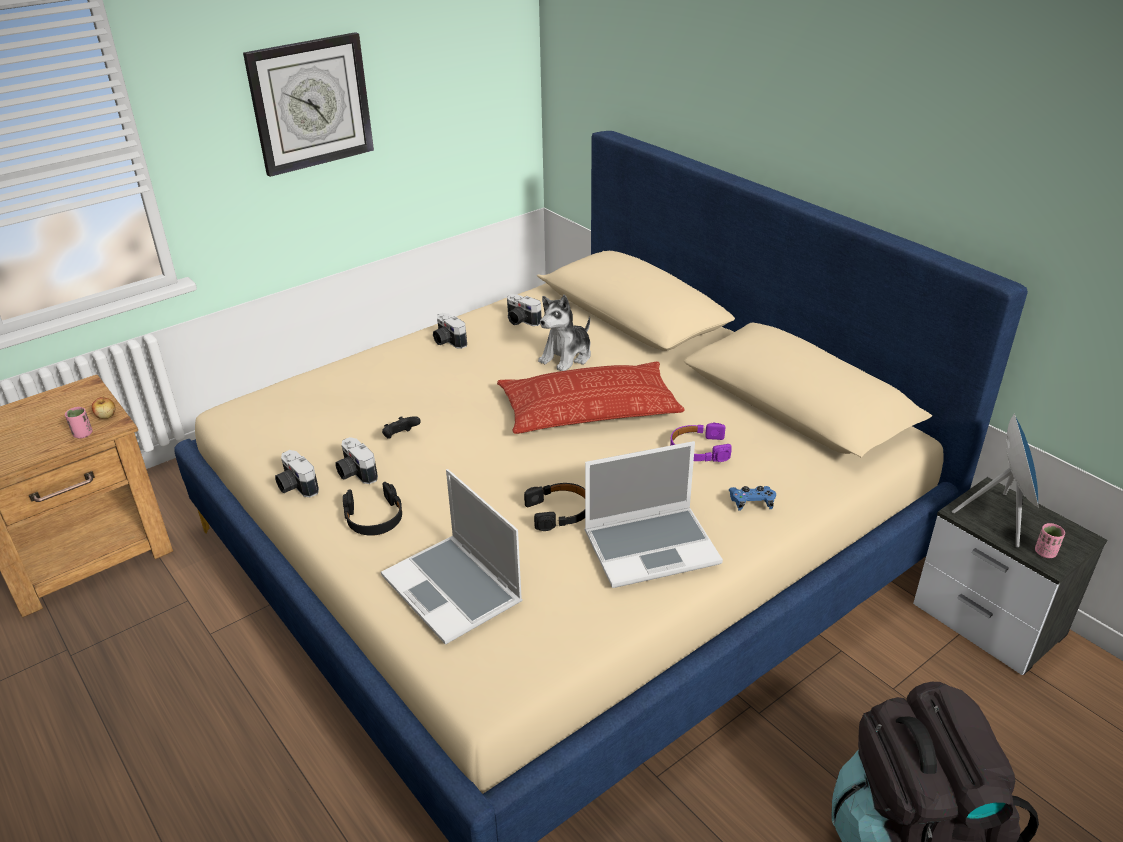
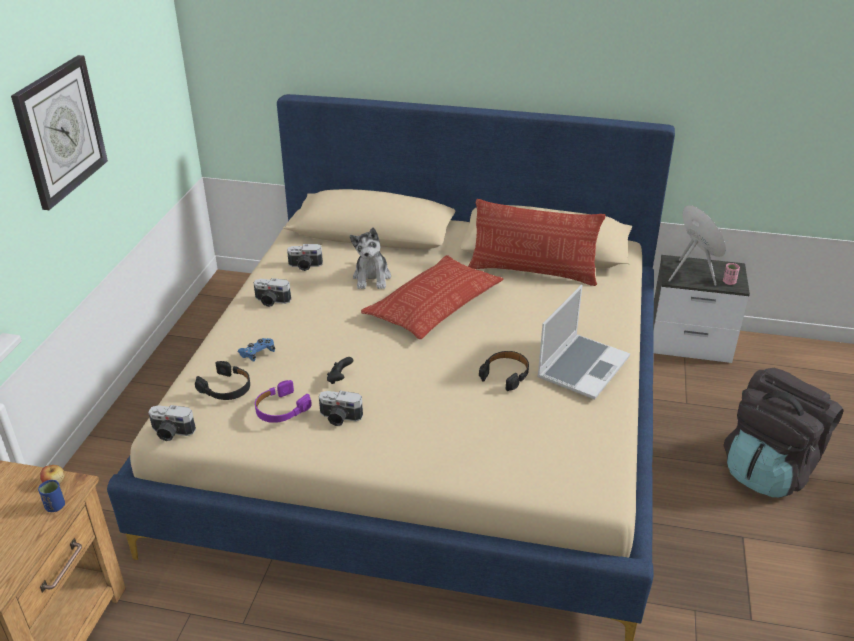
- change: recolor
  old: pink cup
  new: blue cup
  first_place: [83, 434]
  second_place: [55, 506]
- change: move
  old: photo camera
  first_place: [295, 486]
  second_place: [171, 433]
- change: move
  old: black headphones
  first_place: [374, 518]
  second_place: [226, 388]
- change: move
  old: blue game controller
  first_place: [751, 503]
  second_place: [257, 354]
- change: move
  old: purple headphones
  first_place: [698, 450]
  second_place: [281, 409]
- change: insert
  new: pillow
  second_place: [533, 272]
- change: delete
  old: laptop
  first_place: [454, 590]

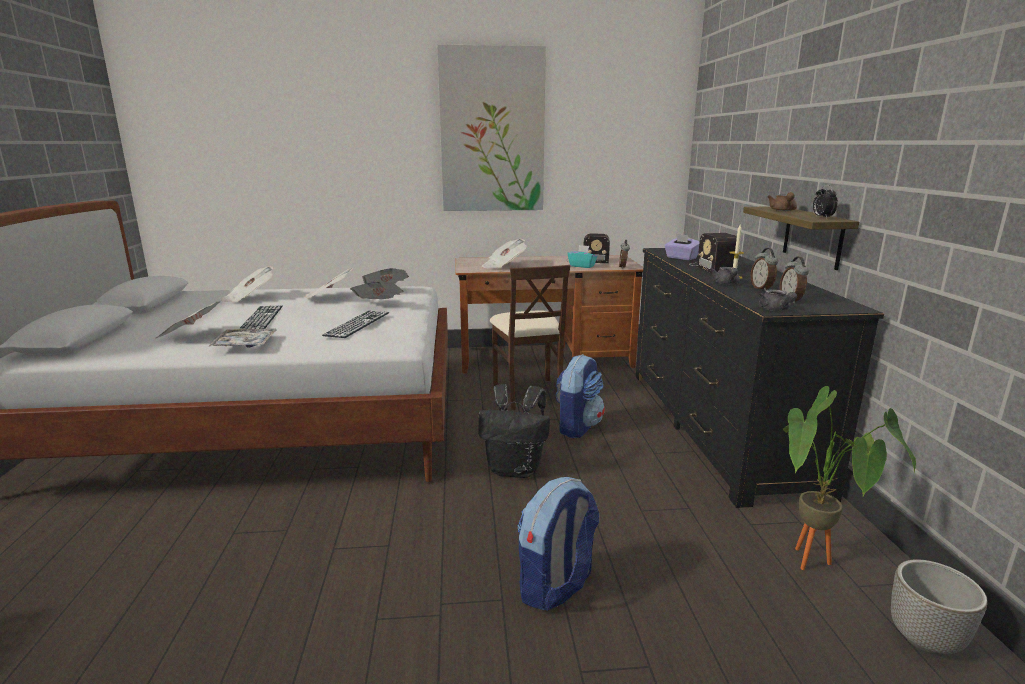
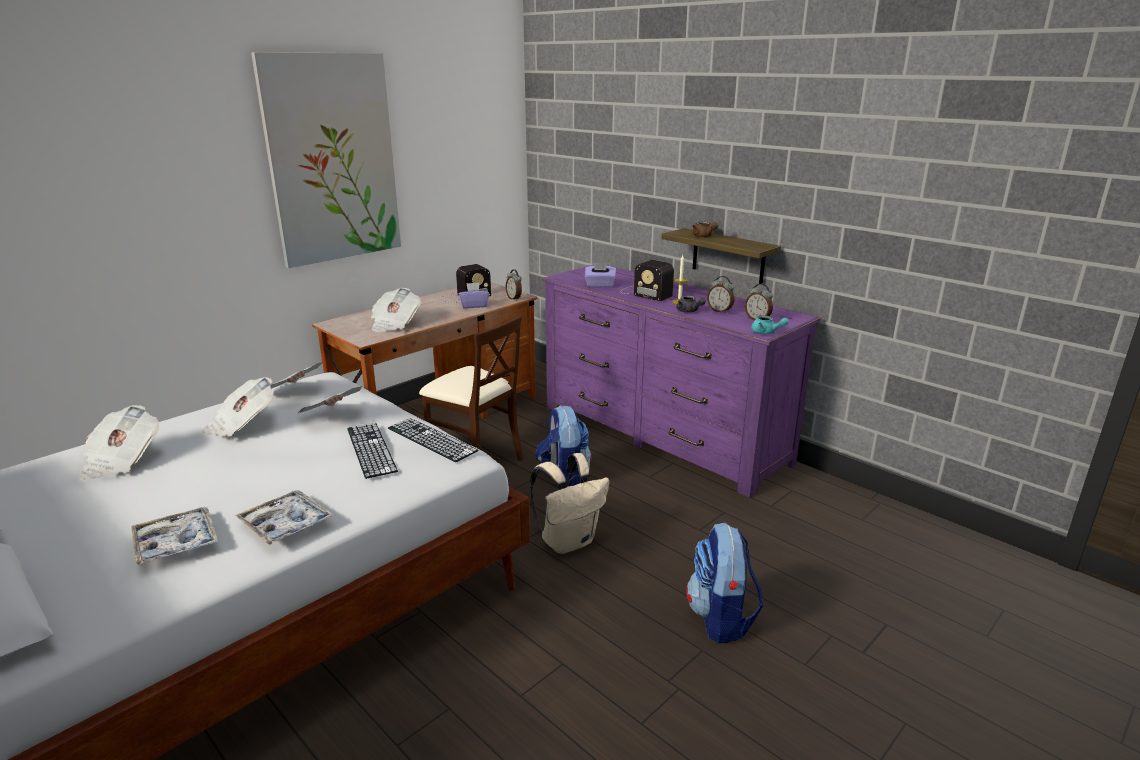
- change: replace
  old: newspaper
  new: tray
  first_place: [191, 336]
  second_place: [176, 543]
- change: move
  old: keyboard
  first_place: [262, 318]
  second_place: [431, 439]
- change: recolor
  old: turquoise tissue box
  new: purple tissue box
  first_place: [582, 266]
  second_place: [474, 305]
- change: recolor
  old: black backpack
  new: beige backpack
  first_place: [516, 469]
  second_place: [569, 541]
- change: recolor
  old: black dresser
  new: purple dresser
  first_place: [716, 426]
  second_place: [662, 434]
- change: recolor
  old: grey teapot
  new: turquoise teapot
  first_place: [775, 310]
  second_place: [766, 332]
- change: delete
  old: potted plant
  first_place: [814, 567]
- change: delete
  old: alarm clock
  first_place: [822, 217]
- change: delete
  old: planter
  first_place: [924, 638]

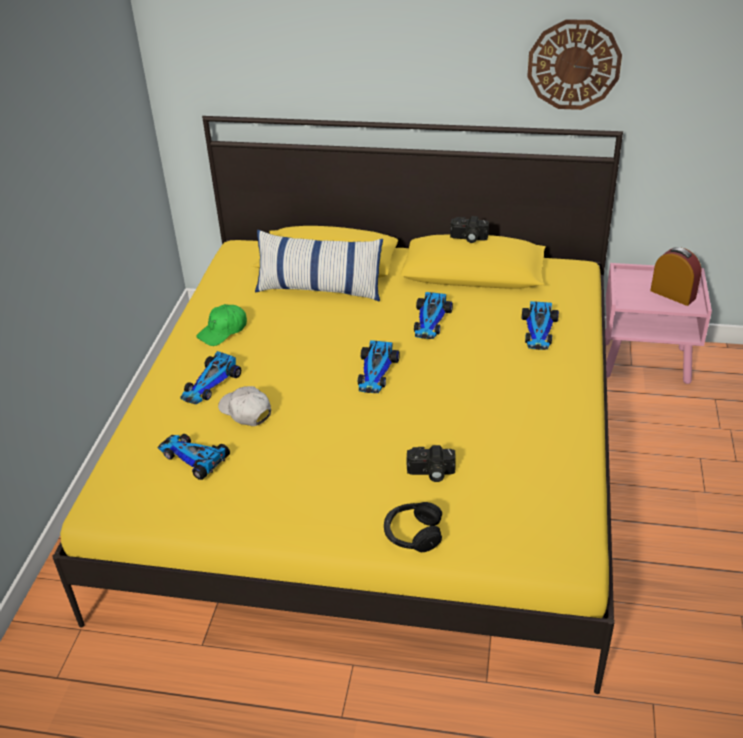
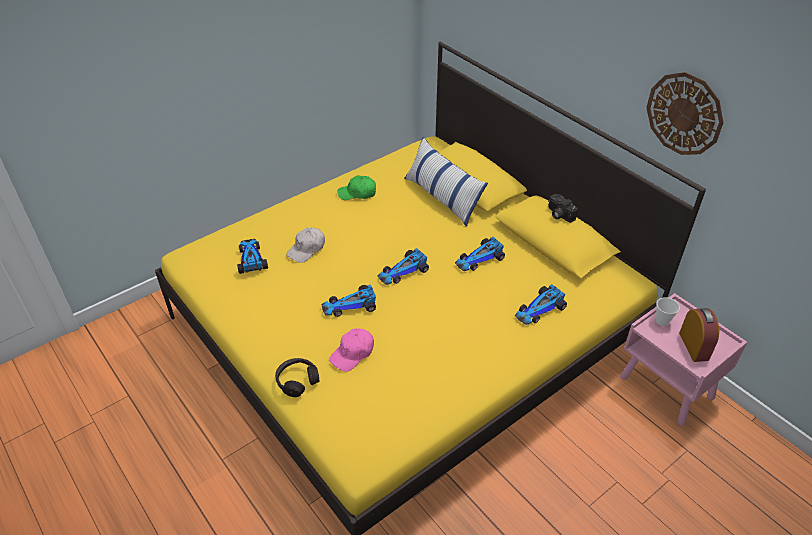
- change: rotate
  old: white cap
  first_place: [245, 411]
  second_place: [307, 249]
  degrees: -135
- change: move
  old: toy car
  first_place: [211, 384]
  second_place: [351, 306]
- change: replace
  old: photo camera
  new: pink cap
  first_place: [431, 473]
  second_place: [353, 353]
- change: insert
  new: cup
  second_place: [662, 321]

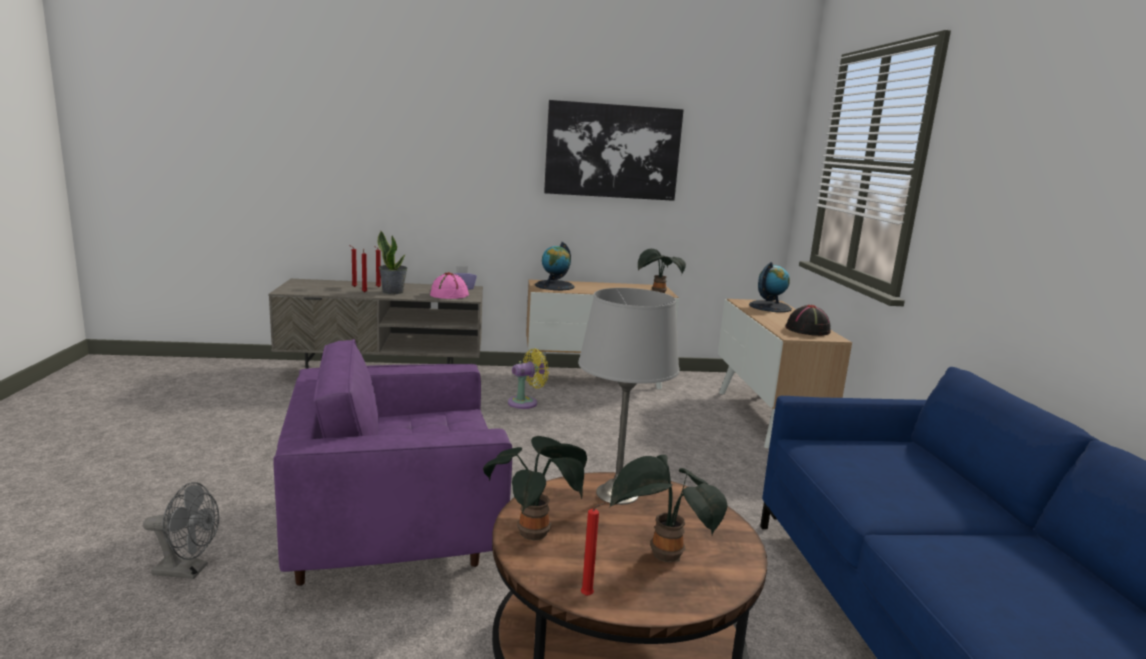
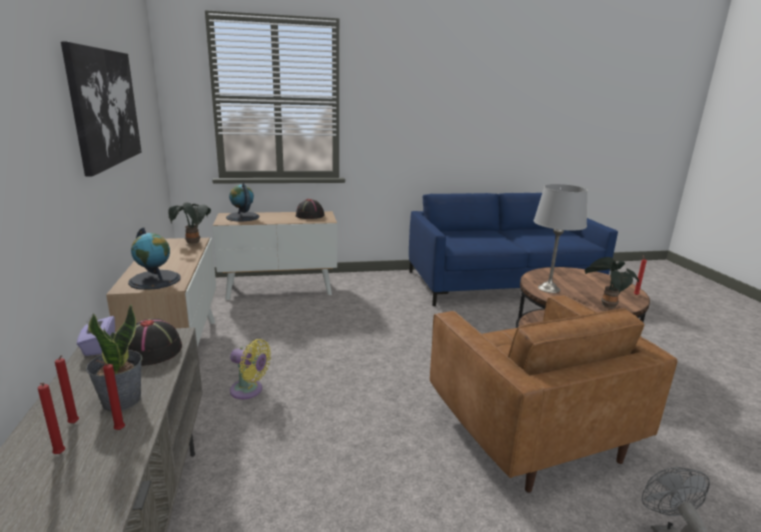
- change: recolor
  old: pink hat
  new: black hat
  first_place: [449, 295]
  second_place: [152, 350]
- change: rotate
  old: yellow fan
  first_place: [525, 402]
  second_place: [249, 390]
  degrees: 150
- change: recolor
  old: purple armchair
  new: brown armchair
  first_place: [395, 533]
  second_place: [529, 430]
- change: delete
  old: potted plant
  first_place: [662, 555]

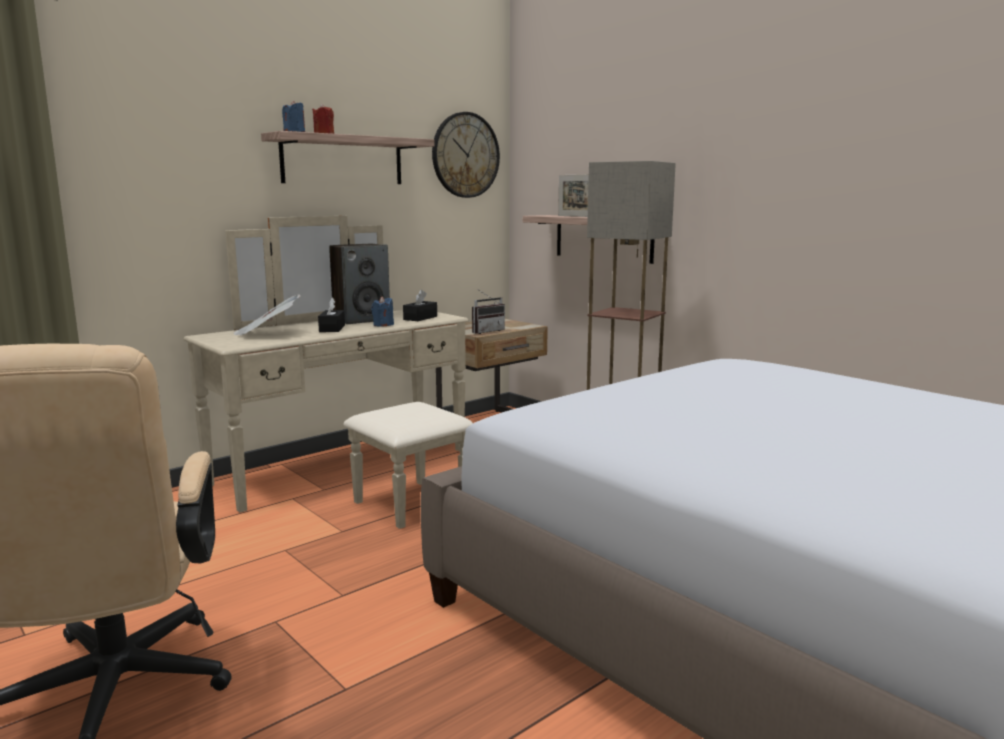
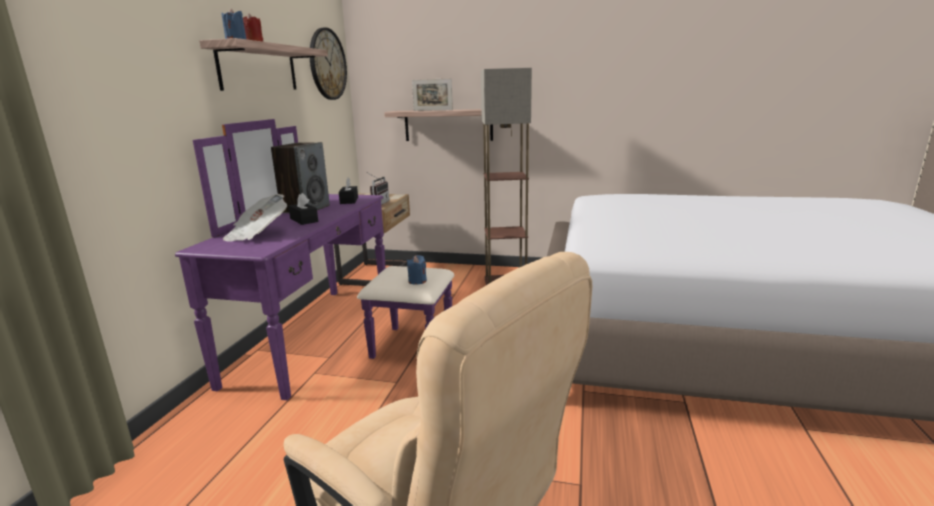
- change: recolor
  old: beige dresser
  new: purple dresser
  first_place: [358, 474]
  second_place: [337, 337]
- change: move
  old: blue candle
  first_place: [383, 325]
  second_place: [417, 281]

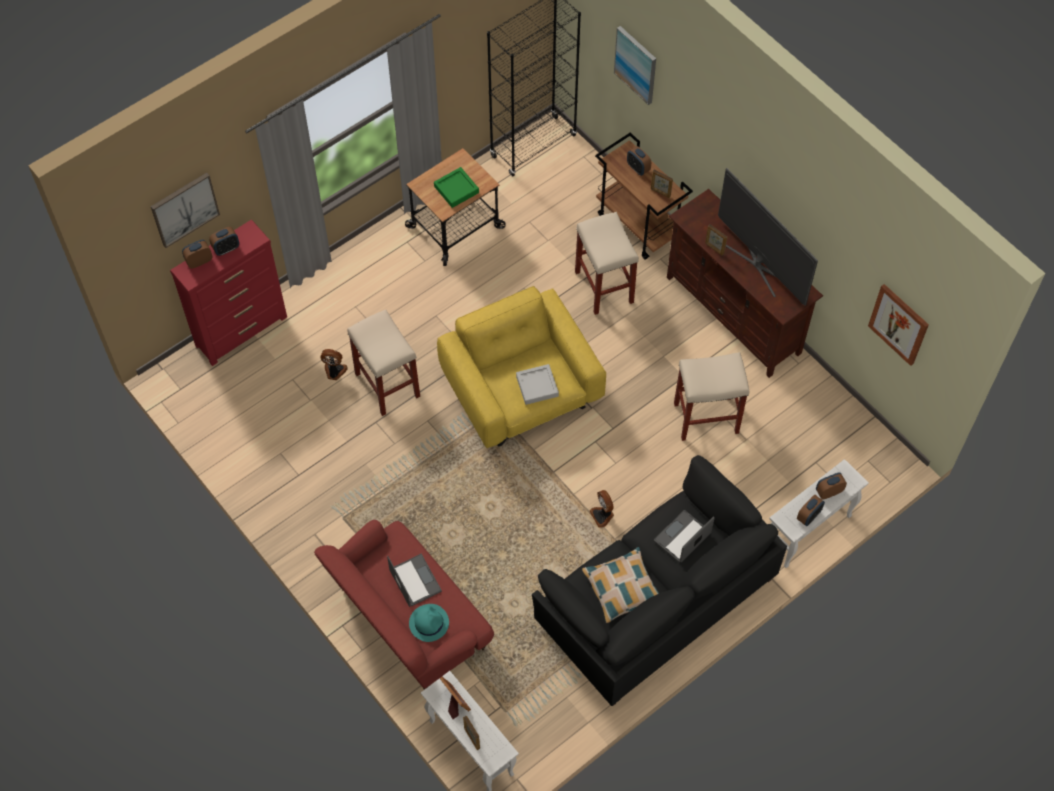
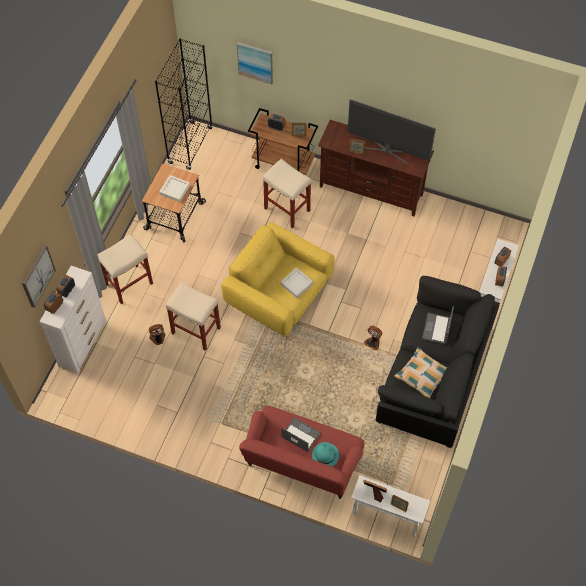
- change: recolor
  old: red dresser
  new: white dresser
  first_place: [242, 331]
  second_place: [83, 343]
- change: move
  old: beige stool
  first_place: [705, 418]
  second_place: [128, 284]
- change: recolor
  old: green tray
  new: white tray
  first_place: [456, 189]
  second_place: [175, 190]
- change: delete
  old: picture
  first_place: [899, 324]

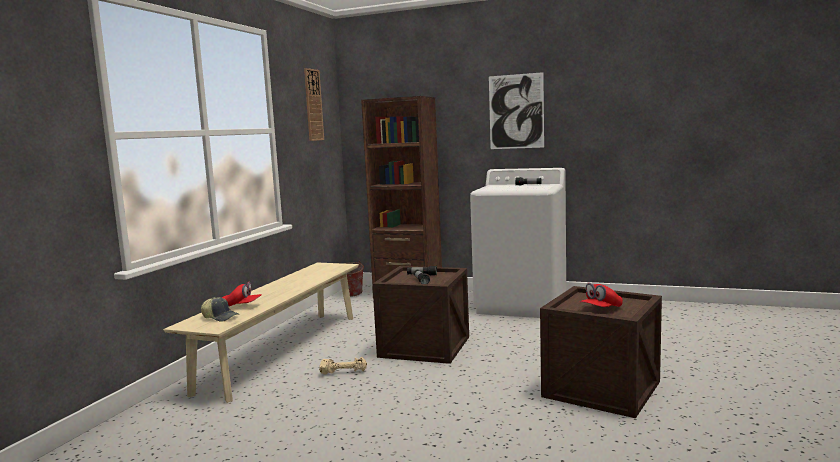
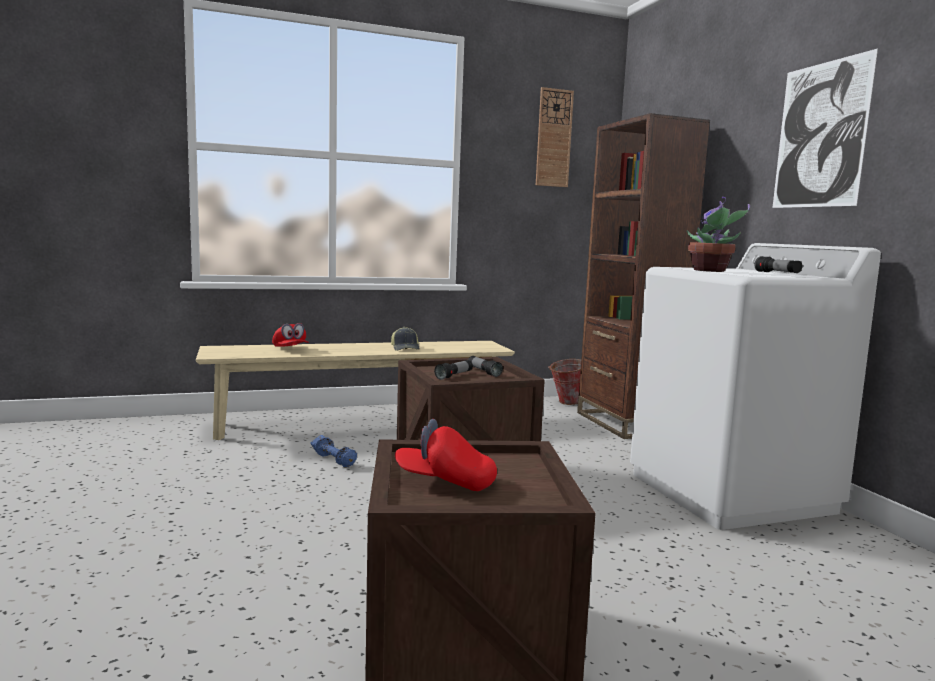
- change: recolor
  old: beige dumbbell
  new: blue dumbbell
  first_place: [343, 372]
  second_place: [334, 460]
- change: move
  old: cap
  first_place: [220, 317]
  second_place: [405, 348]
- change: insert
  new: potted plant
  second_place: [711, 271]

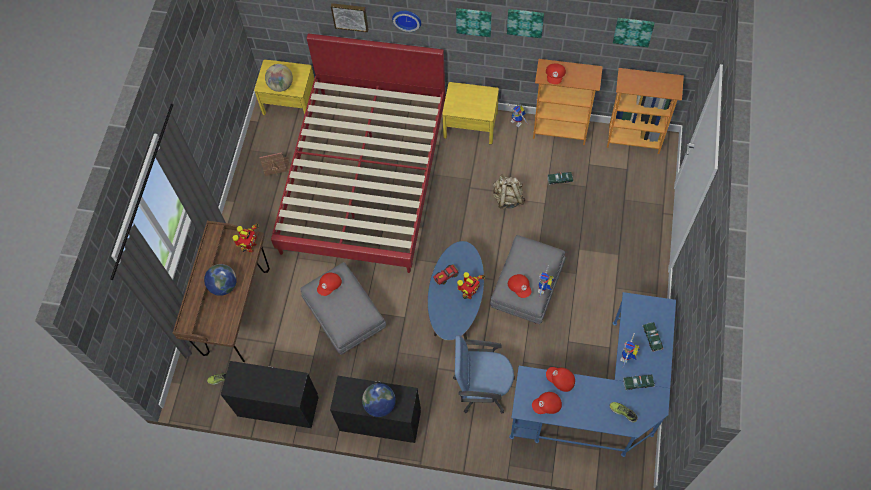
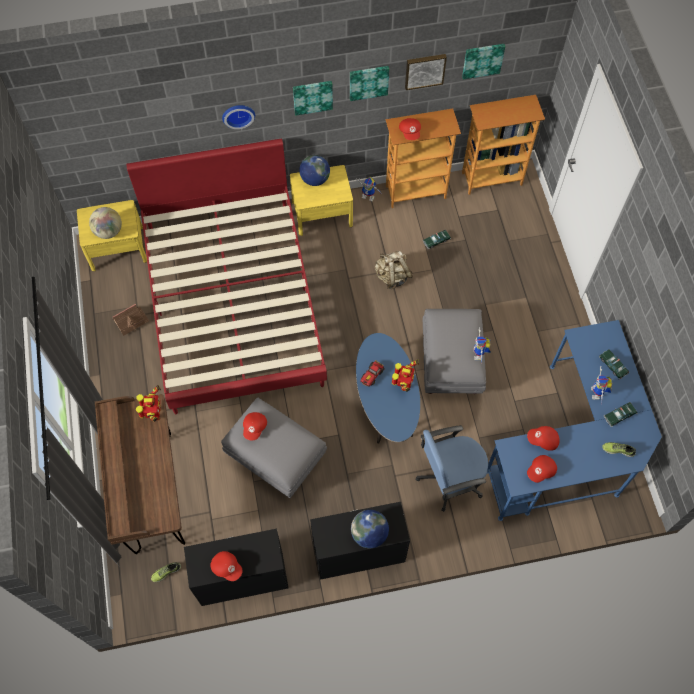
- change: move
  old: red cap
  first_place: [519, 287]
  second_place: [227, 567]
- change: move
  old: globe
  first_place: [224, 286]
  second_place: [315, 179]
- change: move
  old: picture
  first_place: [350, 16]
  second_place: [424, 70]

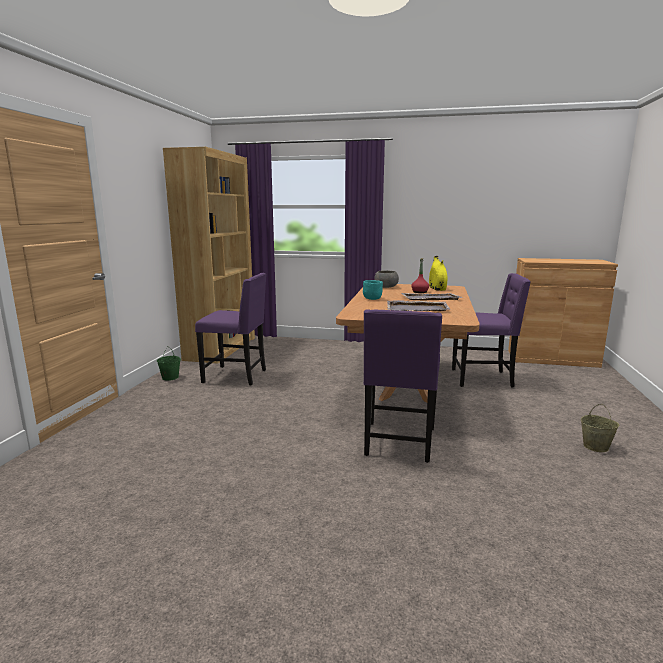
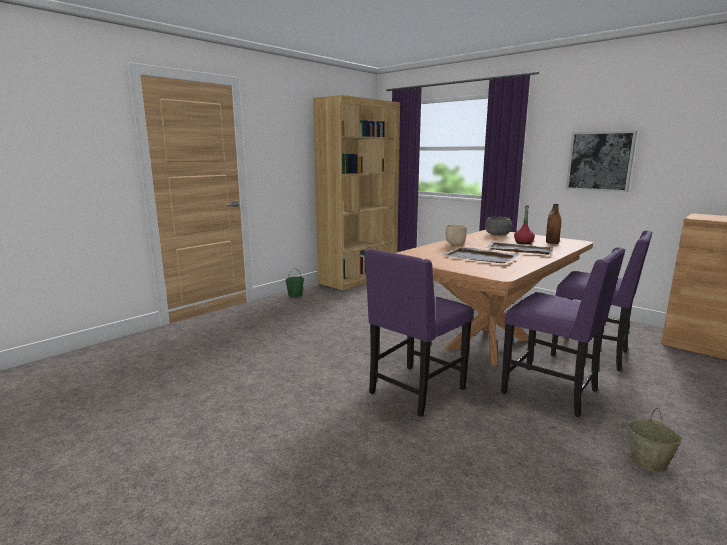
- change: recolor
  old: turquoise bowl
  new: beige bowl
  first_place: [372, 299]
  second_place: [455, 244]
- change: move
  old: purple chair
  first_place: [236, 376]
  second_place: [552, 392]
- change: recolor
  old: yellow vase
  new: brown vase
  first_place: [437, 289]
  second_place: [552, 241]
- change: insert
  new: picture
  second_place: [600, 161]

